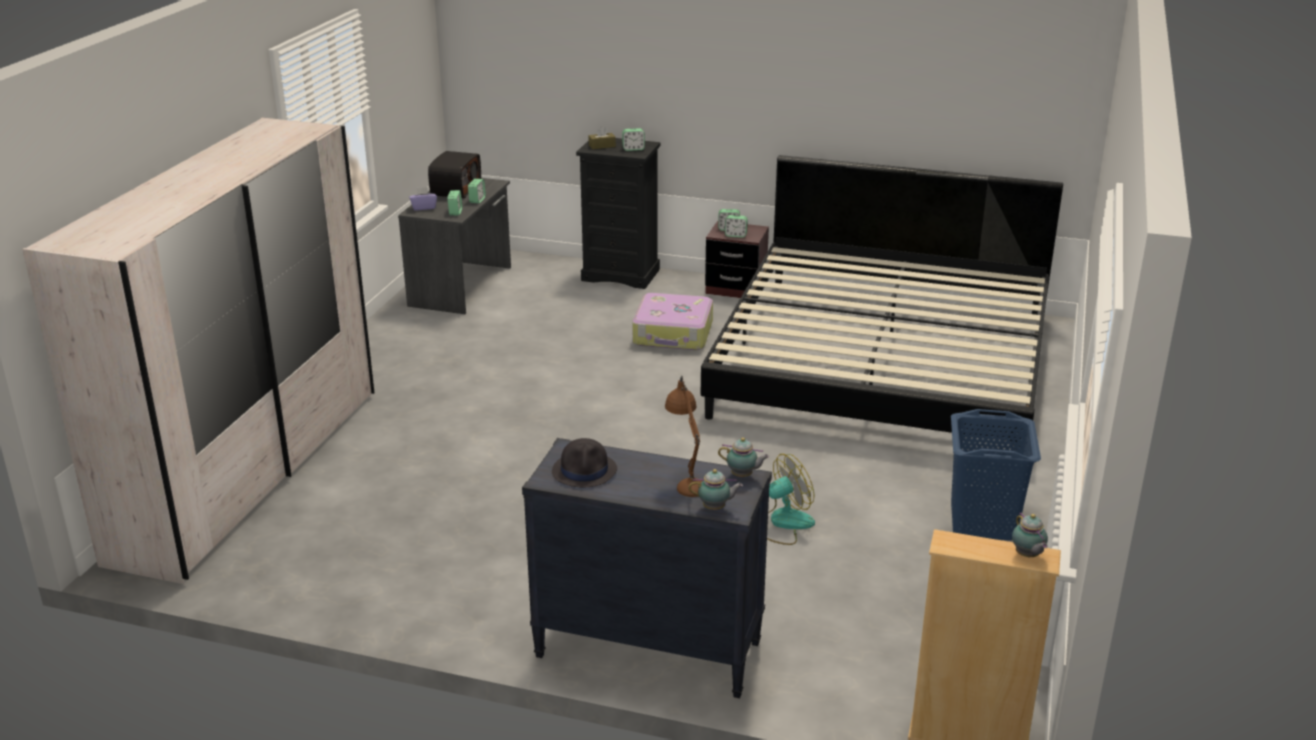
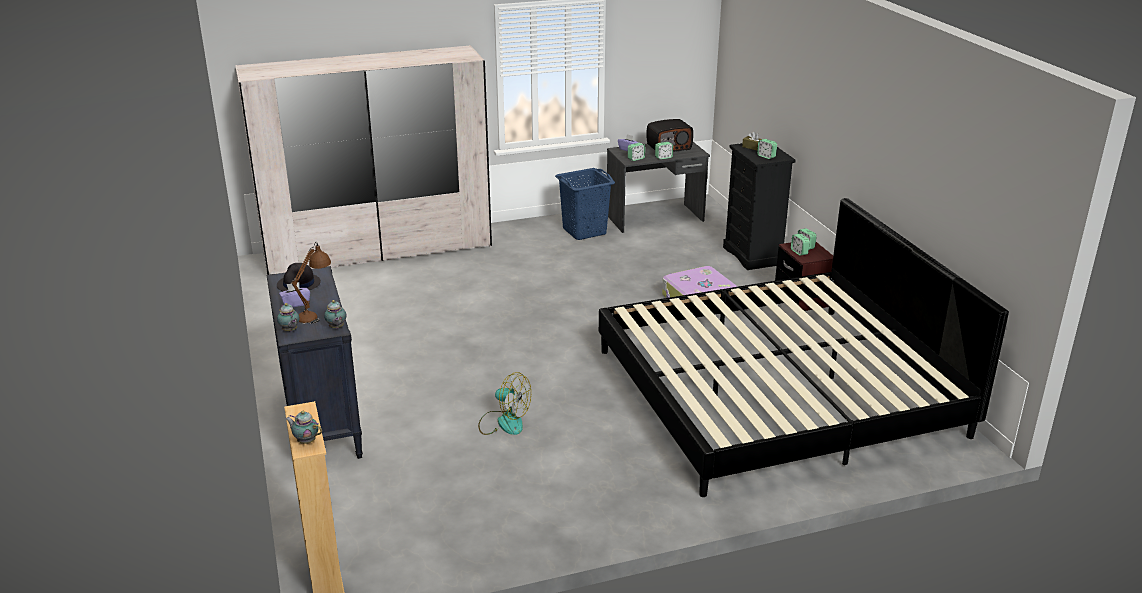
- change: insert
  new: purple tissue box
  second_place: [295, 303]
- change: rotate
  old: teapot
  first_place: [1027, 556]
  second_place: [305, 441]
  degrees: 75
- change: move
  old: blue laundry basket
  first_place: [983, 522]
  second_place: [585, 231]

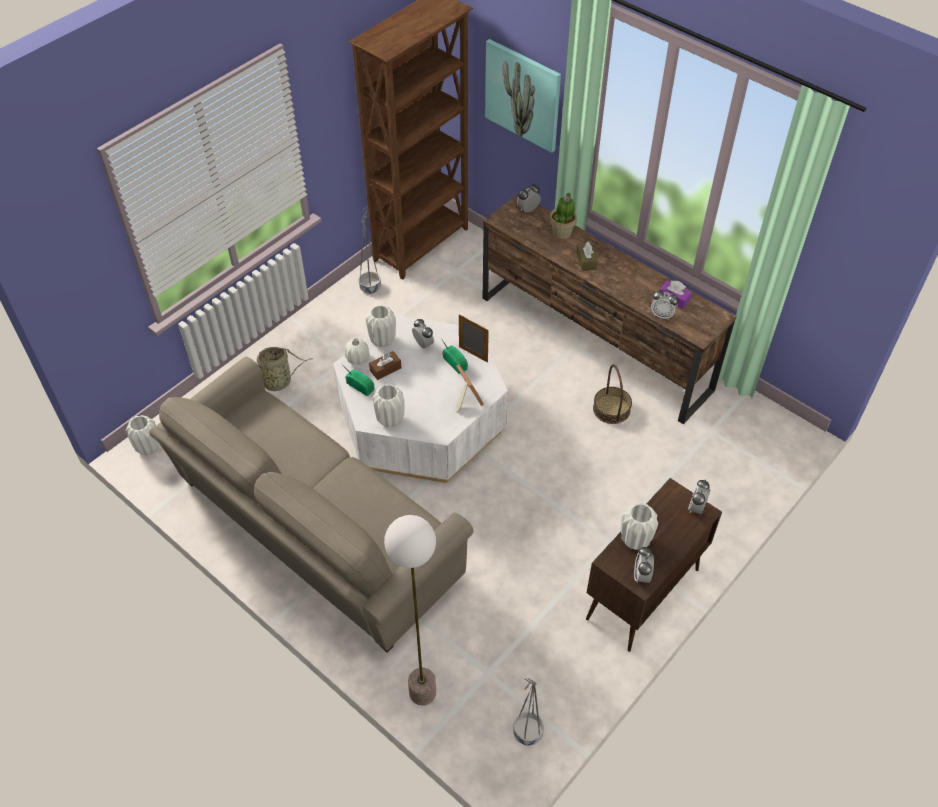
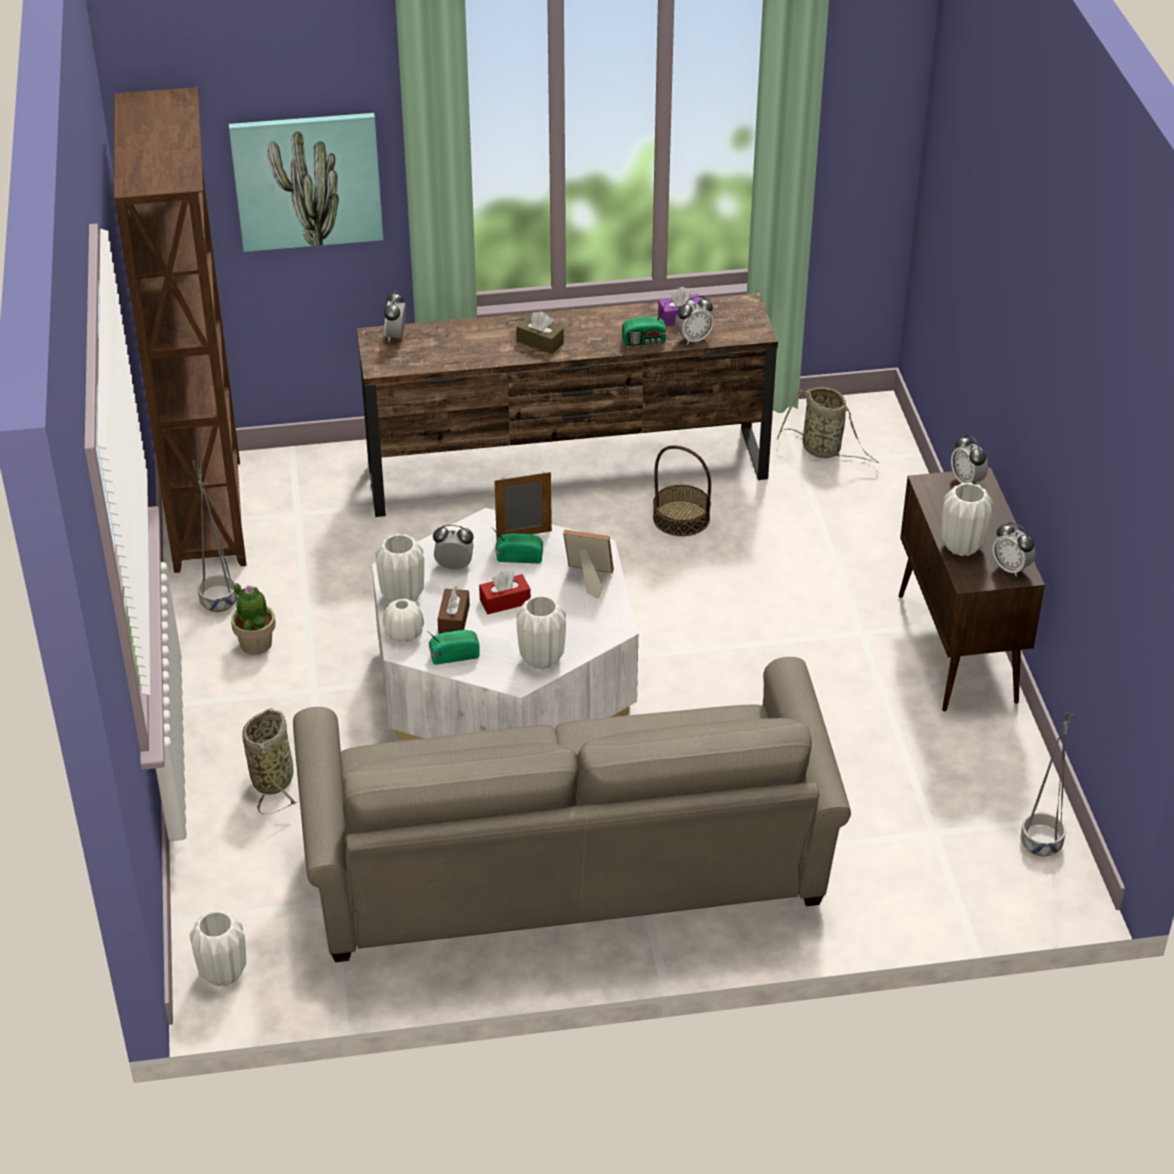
- change: move
  old: potted plant
  first_place: [562, 232]
  second_place: [256, 643]
- change: insert
  new: red tissue box
  second_place: [505, 601]
- change: insert
  new: radio
  second_place: [645, 341]
- change: insert
  new: basket
  second_place: [824, 450]
- change: delete
  old: floor lamp
  first_place: [422, 692]

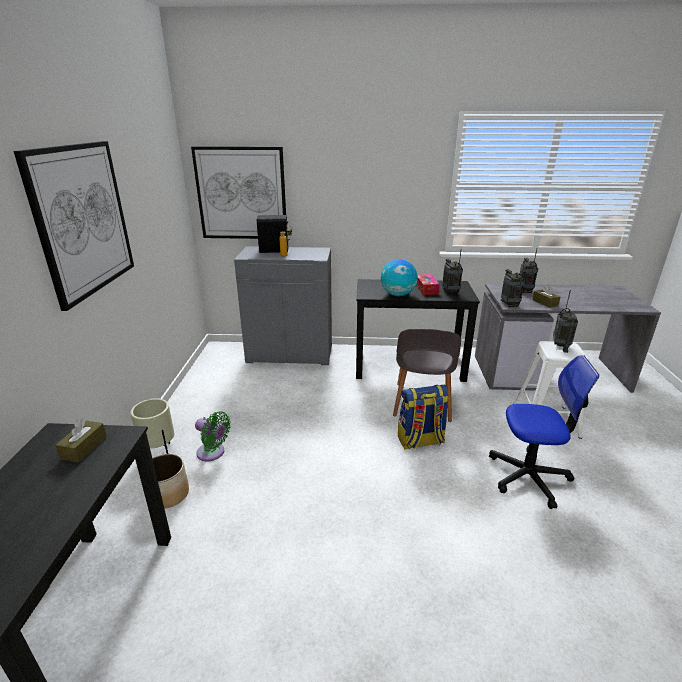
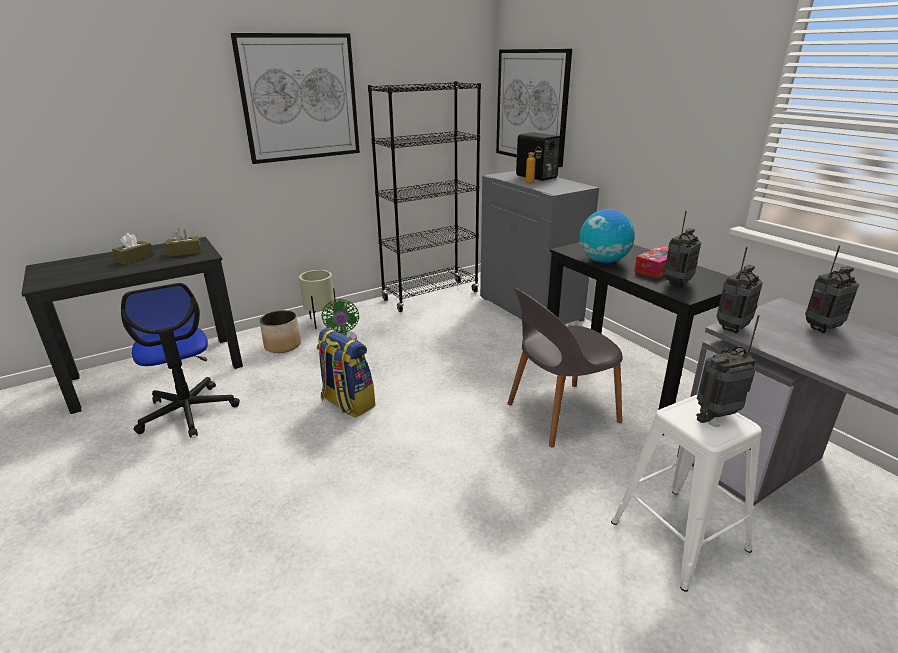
- change: move
  old: brown tissue box
  first_place: [545, 303]
  second_place: [135, 258]
- change: move
  old: office chair
  first_place: [528, 476]
  second_place: [188, 412]
- change: move
  old: backpack
  first_place: [420, 441]
  second_place: [347, 403]
- change: insert
  new: black bookcase
  second_place: [430, 296]

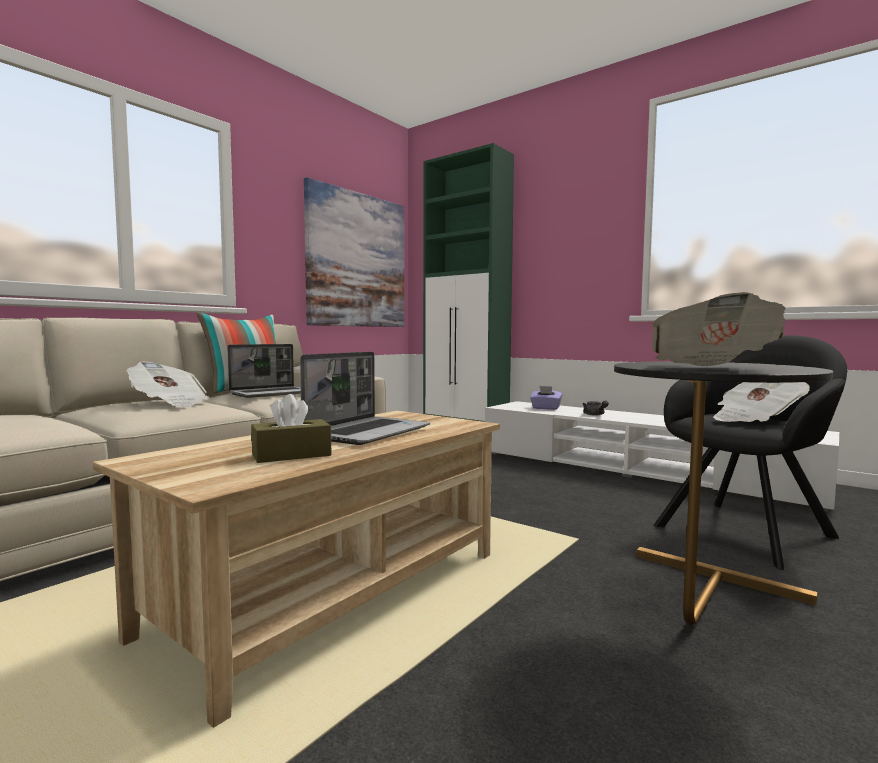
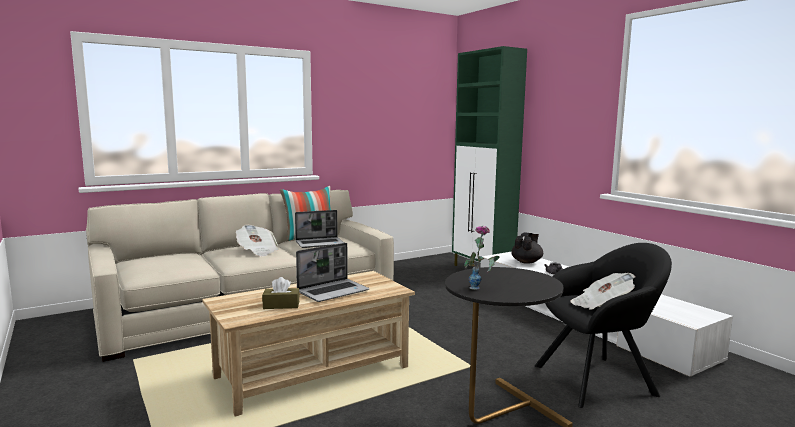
- change: replace
  old: newspaper
  new: vase
  first_place: [712, 369]
  second_place: [481, 289]
- change: replace
  old: purple tissue box
  new: black teapot
  first_place: [545, 408]
  second_place: [526, 262]
- change: delete
  old: picture
  first_place: [357, 260]

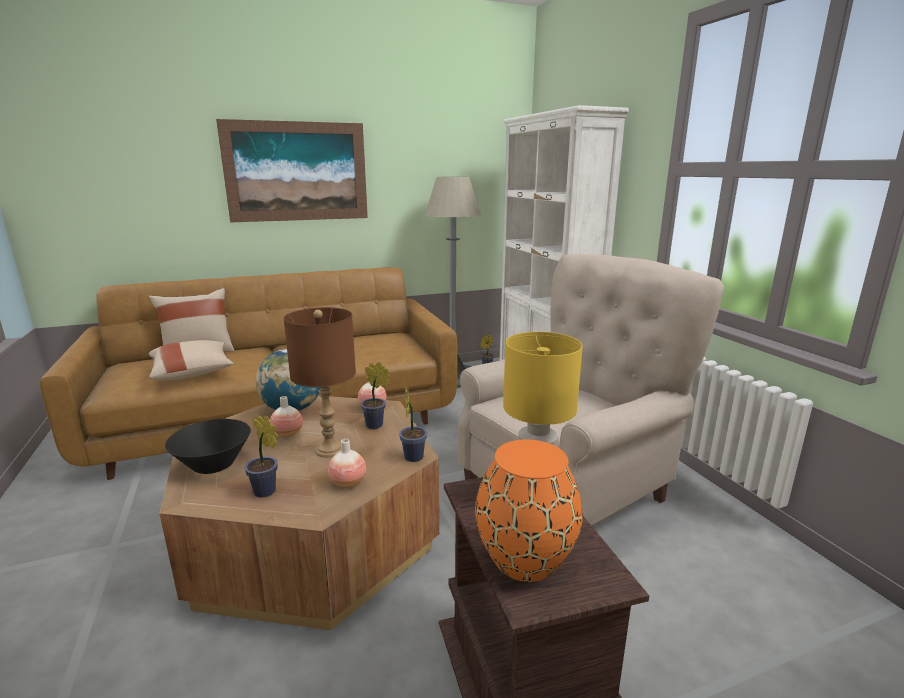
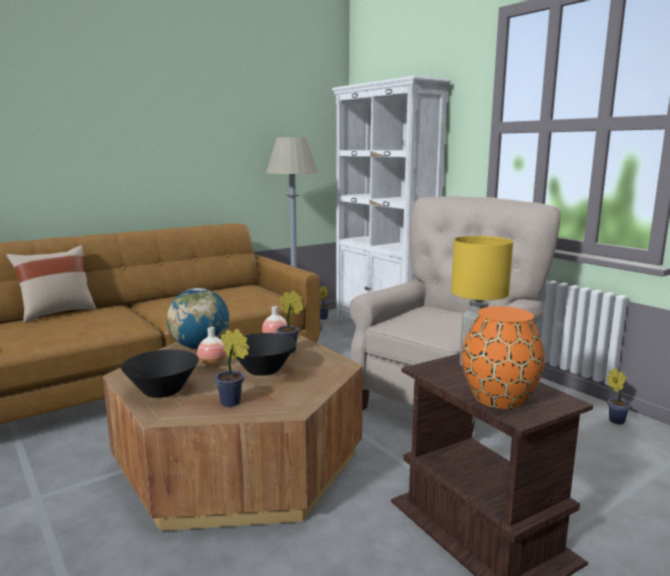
- change: replace
  old: brown table lamp
  new: black bowl
  first_place: [329, 450]
  second_place: [263, 370]
- change: move
  old: potted plant
  first_place: [413, 456]
  second_place: [615, 420]
- change: delete
  old: beige pillow
  first_place: [192, 373]
- change: delete
  old: picture
  first_place: [297, 172]
- change: delete
  old: vase
  first_place: [348, 483]

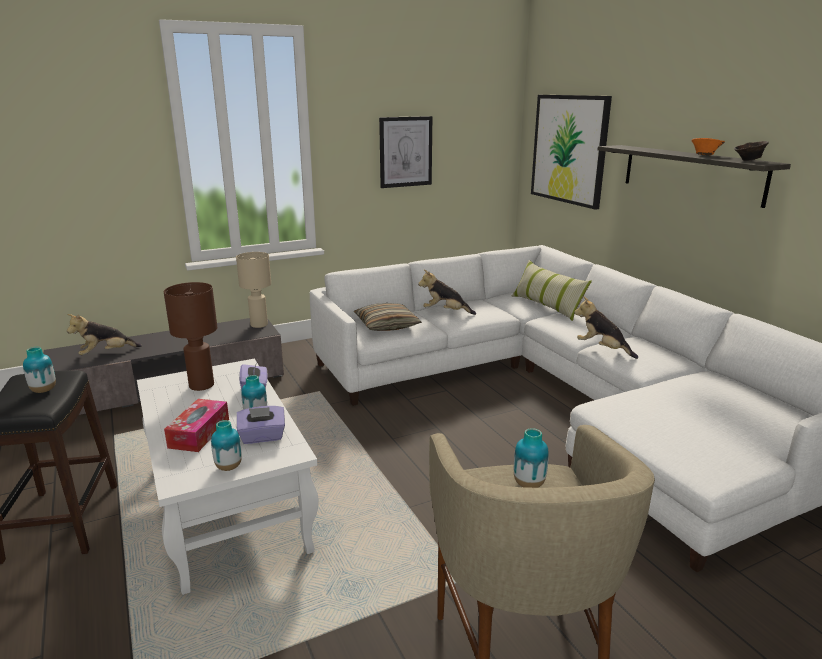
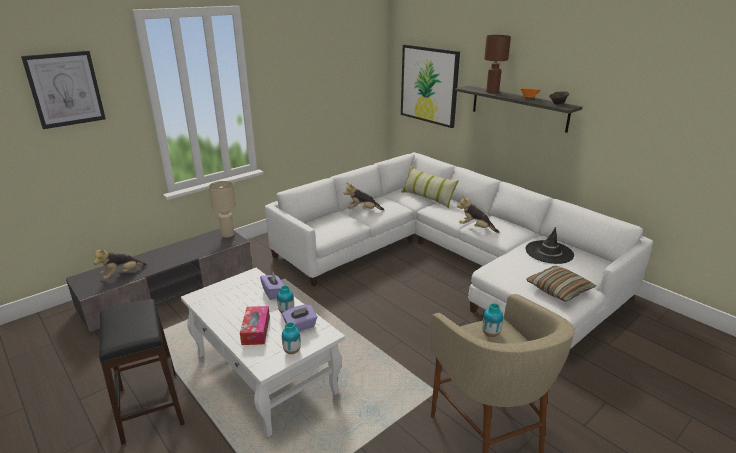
- change: move
  old: picture
  first_place: [405, 152]
  second_place: [65, 89]
- change: move
  old: brown table lamp
  first_place: [202, 385]
  second_place: [492, 92]
- change: insert
  new: black hat
  second_place: [549, 252]
- change: move
  old: pillow
  first_place: [387, 325]
  second_place: [558, 289]
- change: delete
  old: vase
  first_place: [44, 390]

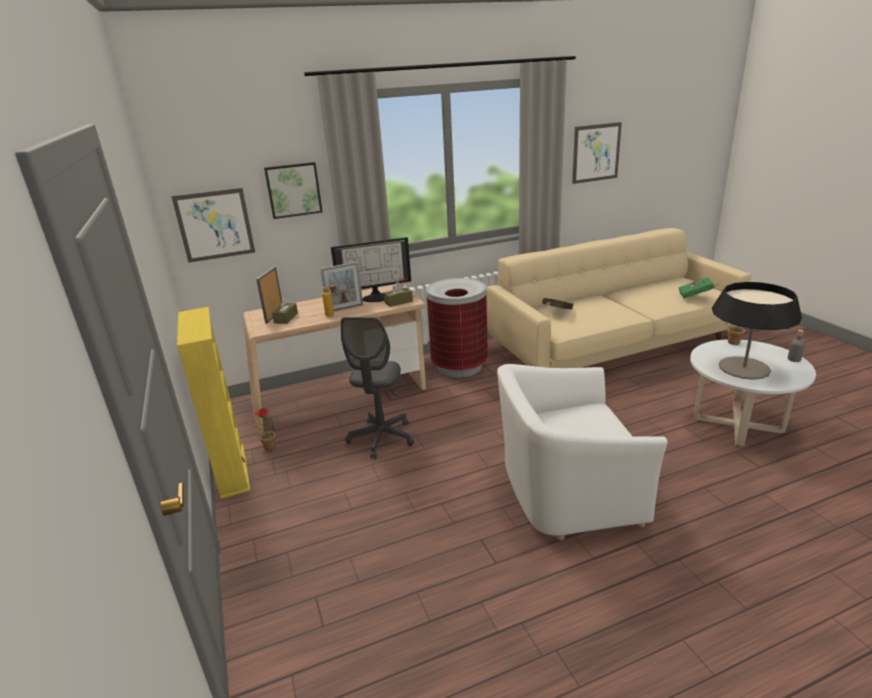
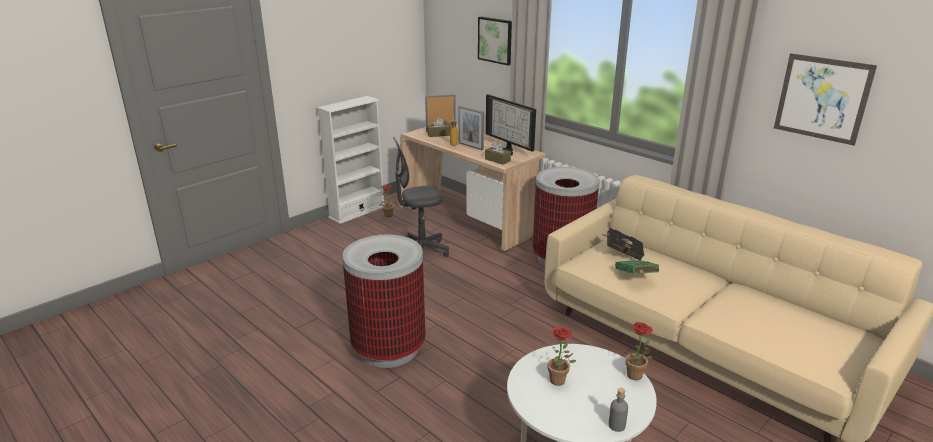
- change: recolor
  old: yellow bookcase
  new: white bookcase
  first_place: [232, 471]
  second_place: [357, 212]
- change: replace
  old: white armchair
  new: trash can
  first_place: [567, 491]
  second_place: [389, 348]
- change: replace
  old: table lamp
  new: potted plant
  first_place: [744, 368]
  second_place: [560, 382]
- change: move
  old: green book
  first_place: [696, 296]
  second_place: [635, 277]
- change: delete
  old: picture
  first_place: [215, 225]

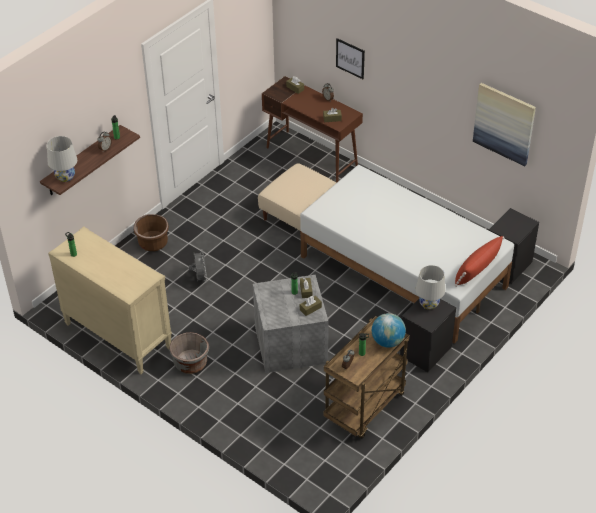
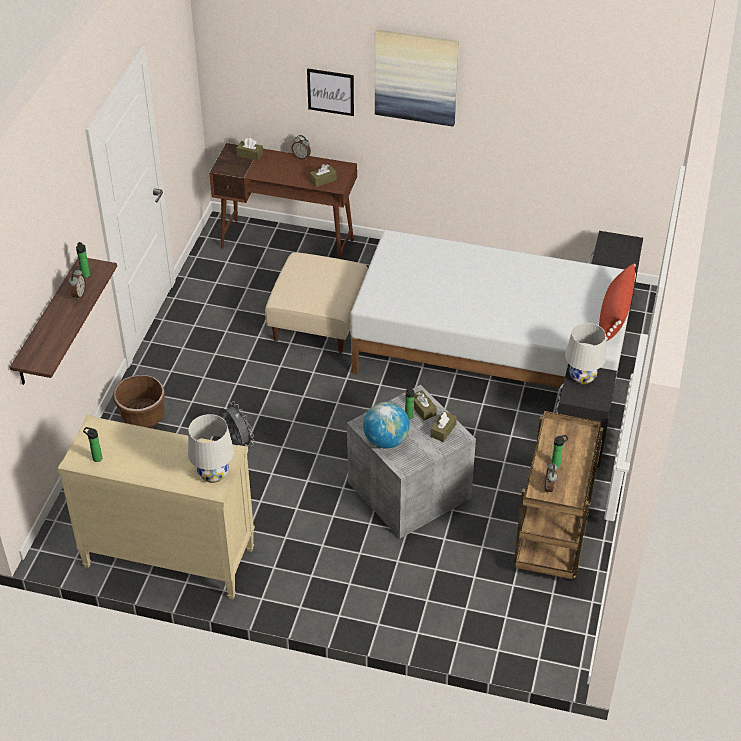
- change: move
  old: white table lamp
  first_place: [65, 177]
  second_place: [213, 474]
- change: move
  old: globe
  first_place: [387, 341]
  second_place: [386, 440]
- change: move
  old: picture
  first_place: [504, 123]
  second_place: [416, 77]
- change: delete
  old: grey planter
  first_place: [190, 363]

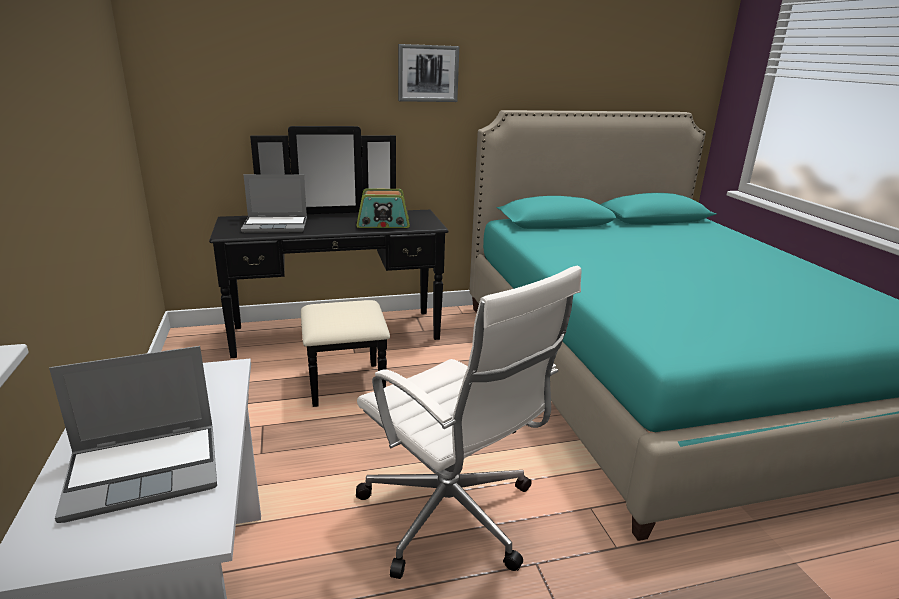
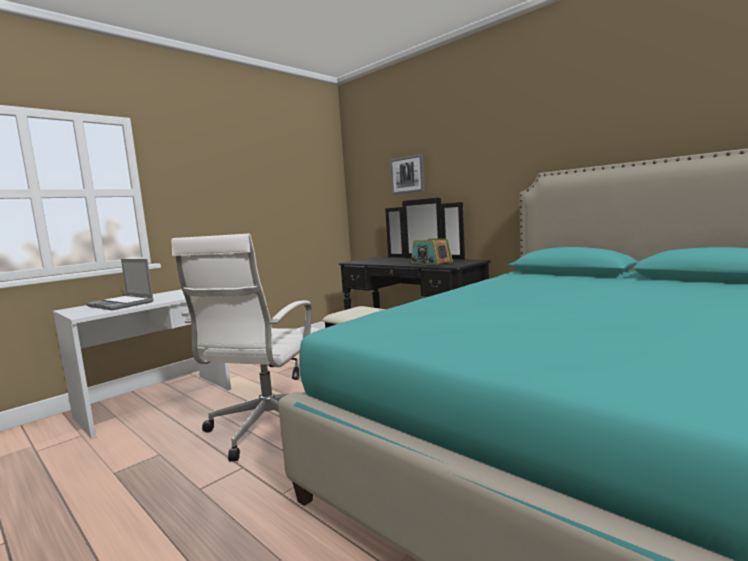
- change: move
  old: picture
  first_place: [428, 73]
  second_place: [407, 175]
- change: delete
  old: laptop
  first_place: [276, 226]

